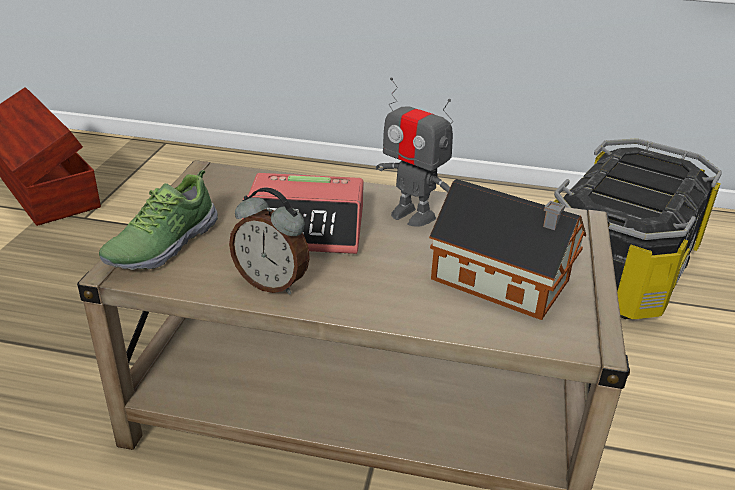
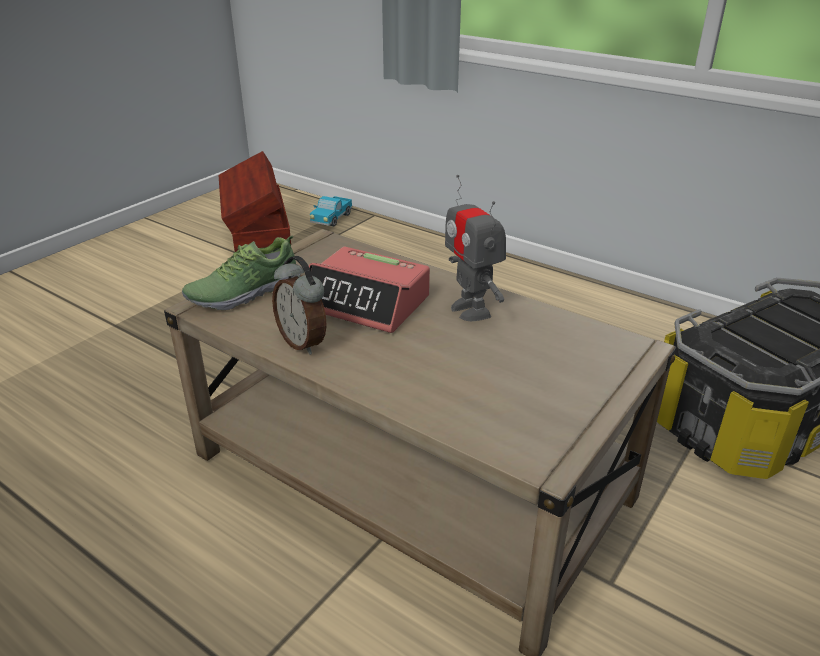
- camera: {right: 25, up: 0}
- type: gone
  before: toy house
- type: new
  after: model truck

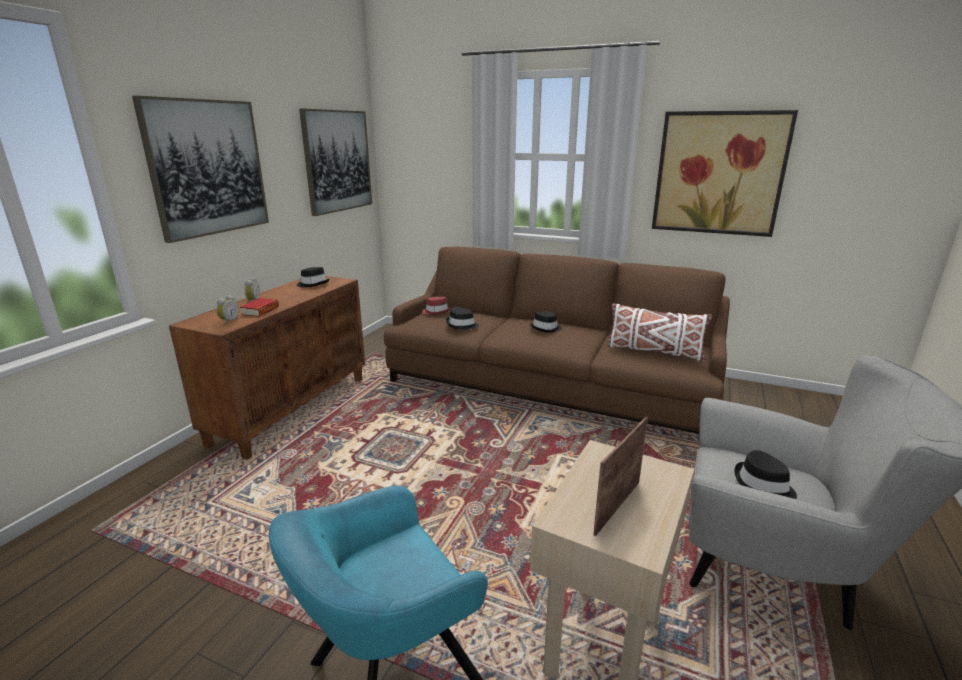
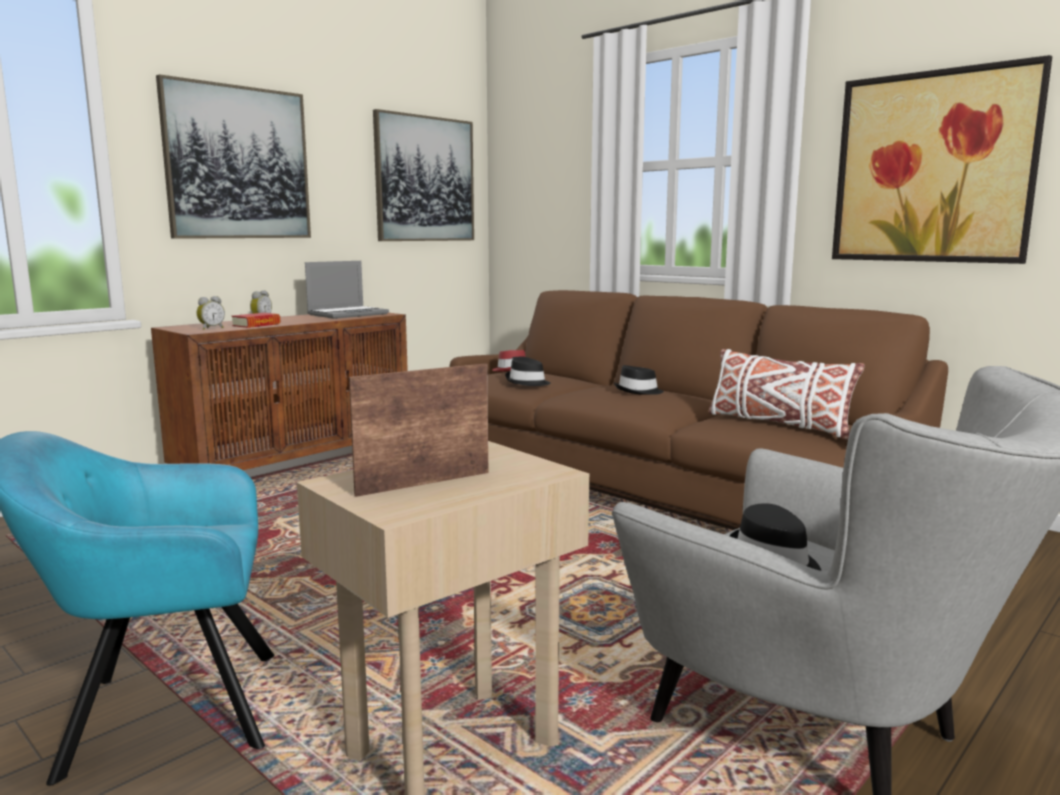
- camera: {right: 20, up: -10}
- type: swapped
  before: wearable hat/blackish (no. 1 from left)
  after: laptop

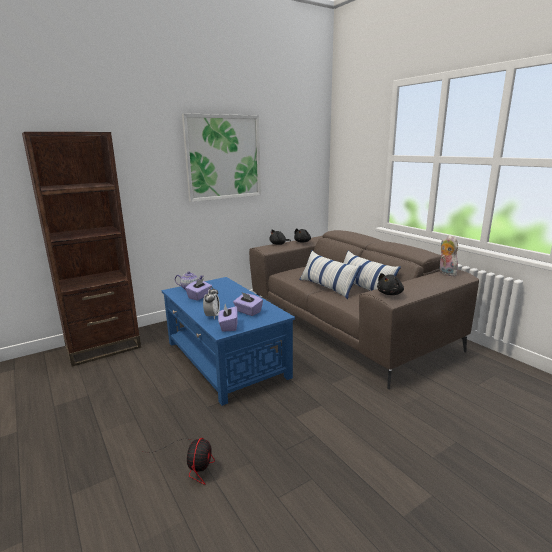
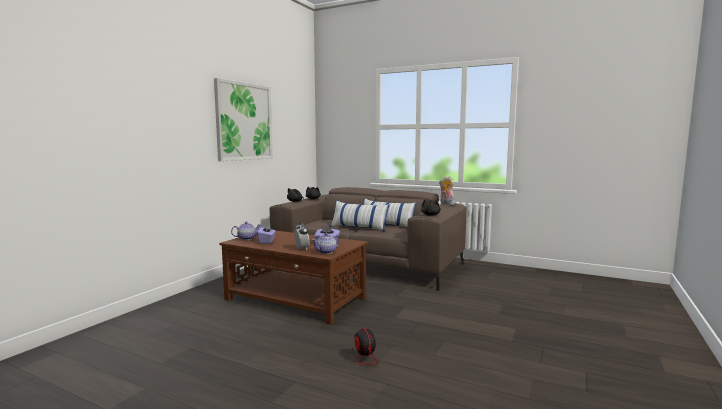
- camera: {right: -30, up: -10}
- type: gone
  before: shelving unit/brown
- type: repainted
  before: lounge table/blue
  after: lounge table/brown
- type: swapped
  before: tissue holder/purple-coloured (no. 2 from left)
  after: tea pot (no. 2 from left)

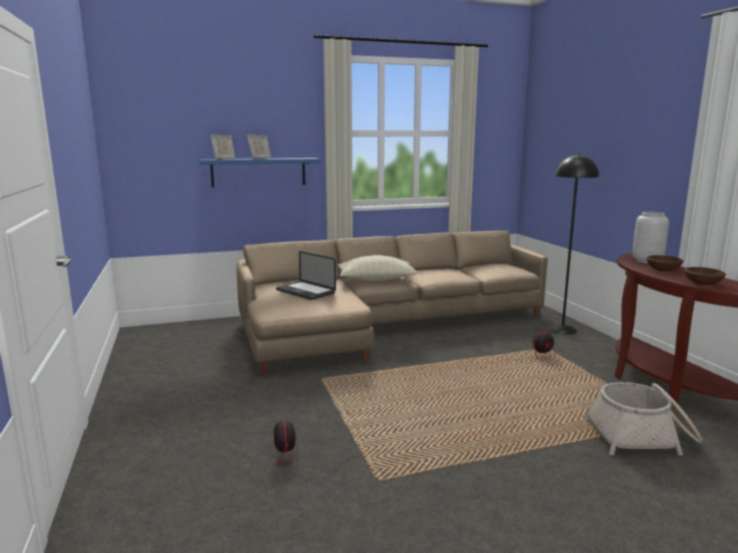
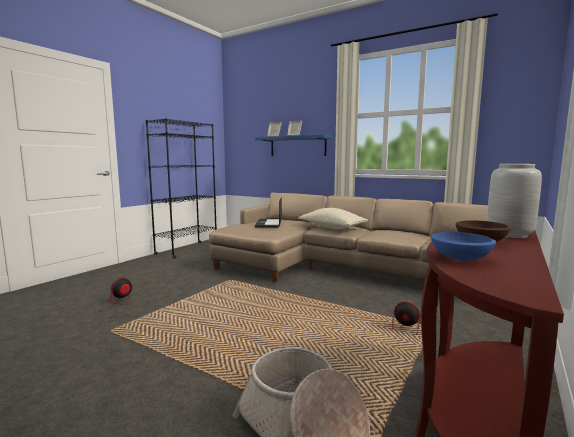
- camera: {right: 50, up: -5}
- type: gone
  before: standing lamp/blackish
- type: repainted
  before: bowl/brown (no. 2 from left)
  after: bowl/blue
- type: new
  after: shelving unit/blackish

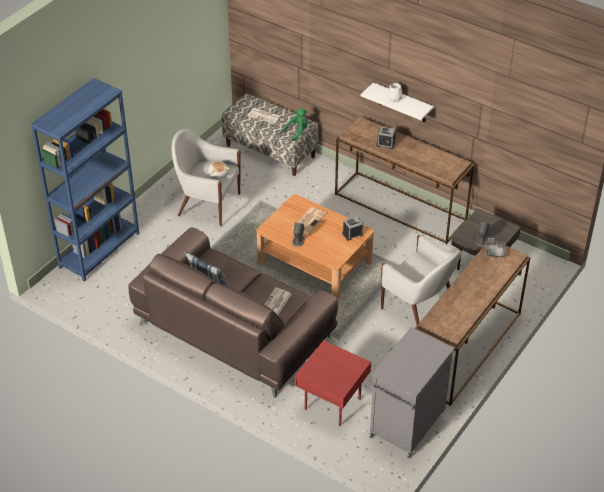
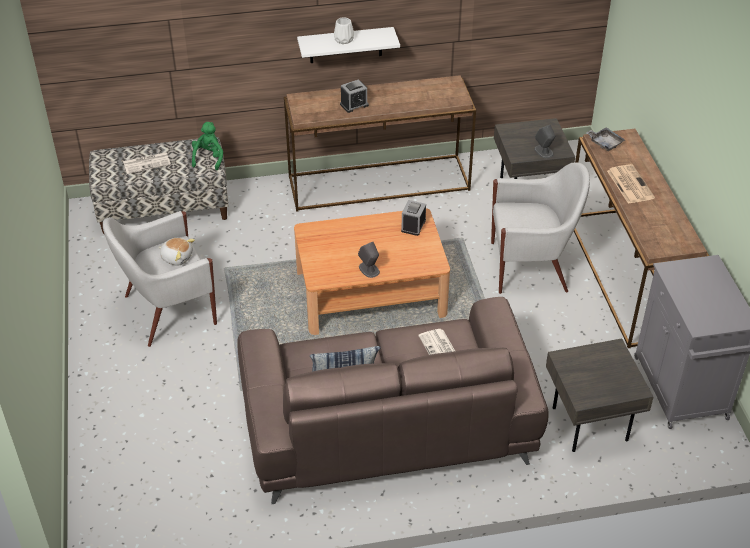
- camera: {right: -45, up: 0}
- type: gone
  before: shelving unit/blue
- type: shifted
  before: daily paper (no. 3 from left)
- type: repainted
  before: end table/red-coloured
  after: end table/grey (no. 2 from left)

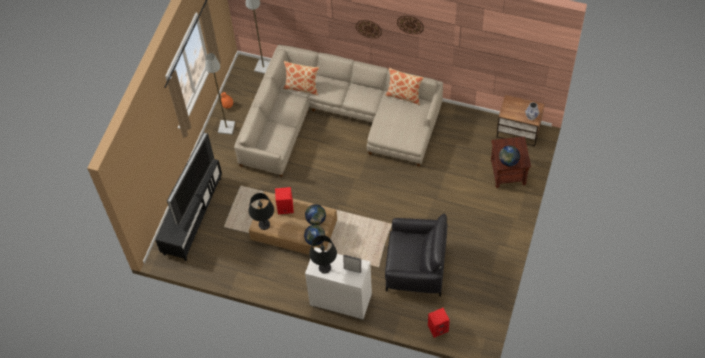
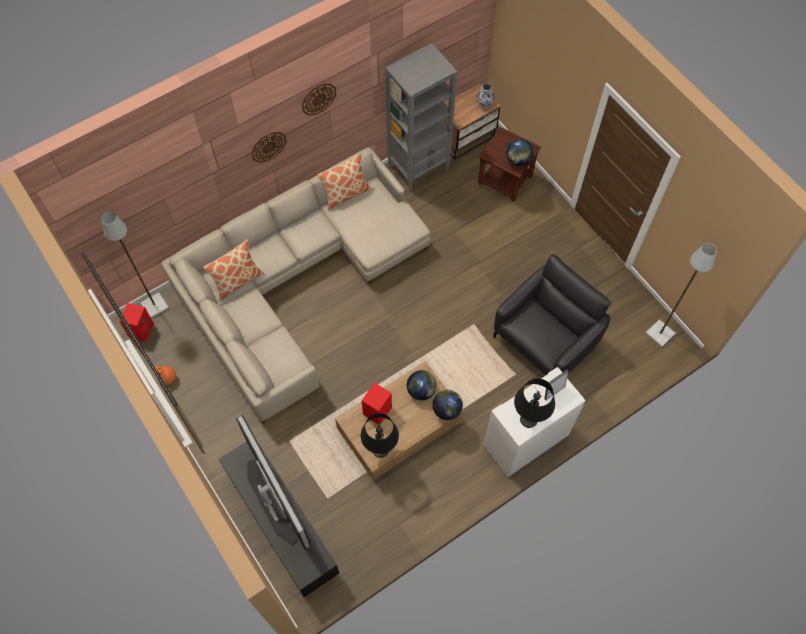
- camera: {right: -55, up: 5}
- type: shifted
  before: standing lamp/grey (no. 1 from left in the first image)
  after: standing lamp/grey (no. 2 from left)
- type: shifted
  before: audio speaker/red-coloured (no. 2 from left in the first image)
  after: audio speaker/red-coloured (no. 1 from left)
- type: new
  after: shelving unit/grey

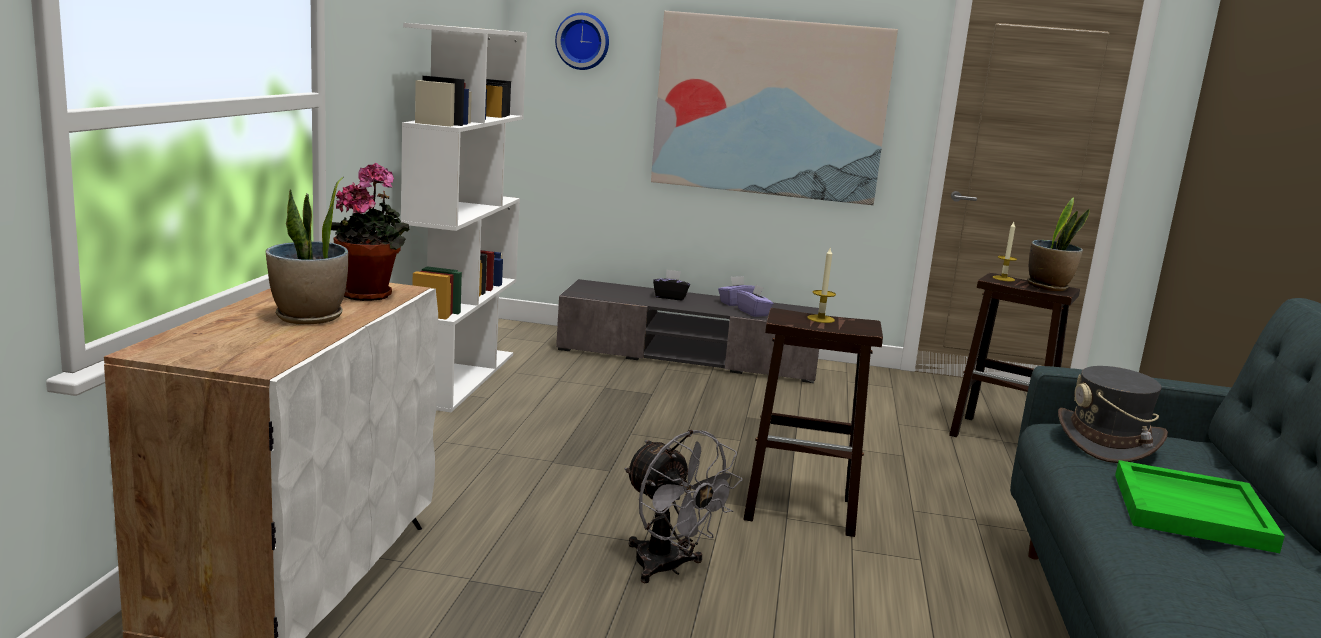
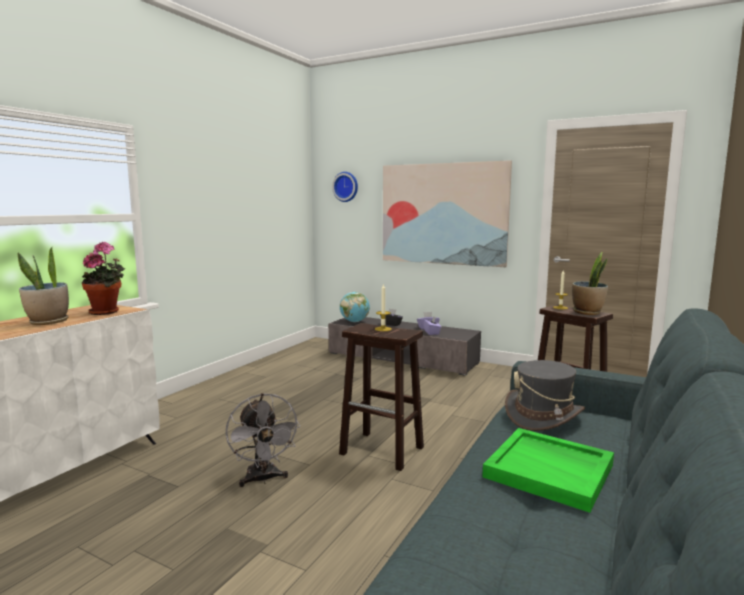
- camera: {right: 20, up: -5}
- type: gone
  before: shelving unit/whitish
- type: new
  after: desk globe

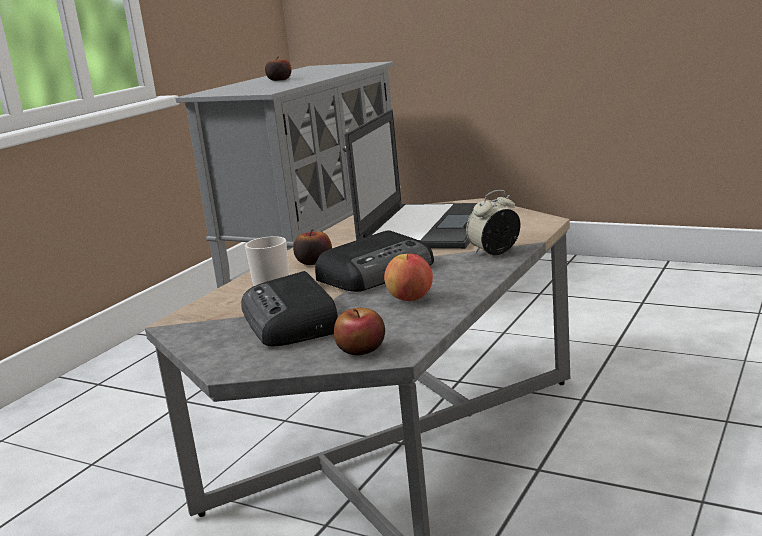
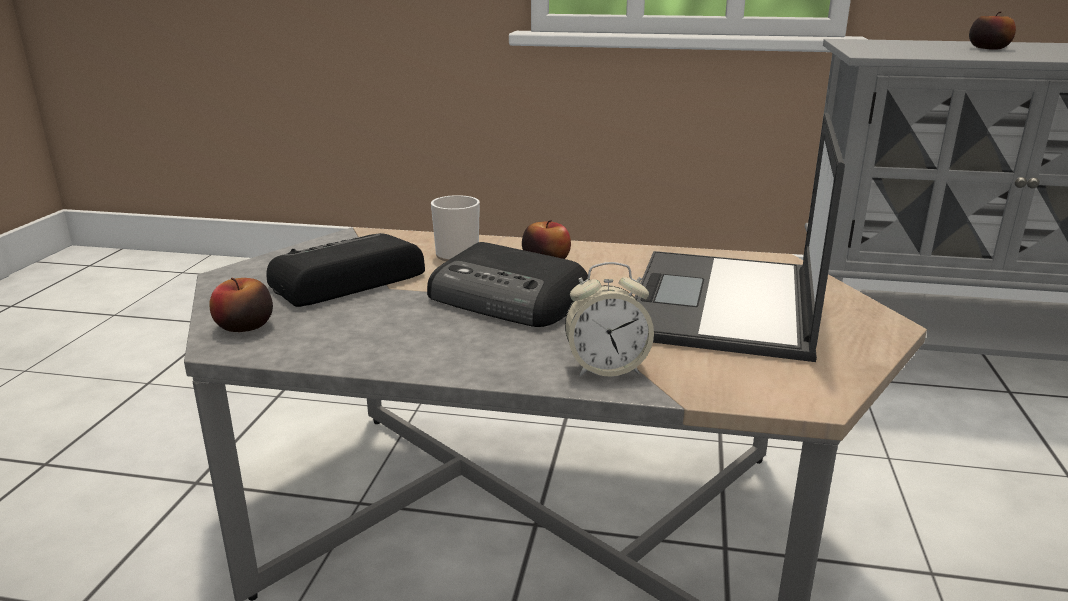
- camera: {right: 70, up: 5}
- type: rotated
  before: laptop
  turn: 105
- type: rotated
  before: alarm clock
  turn: 135
- type: gone
  before: apple (no. 4 from left)

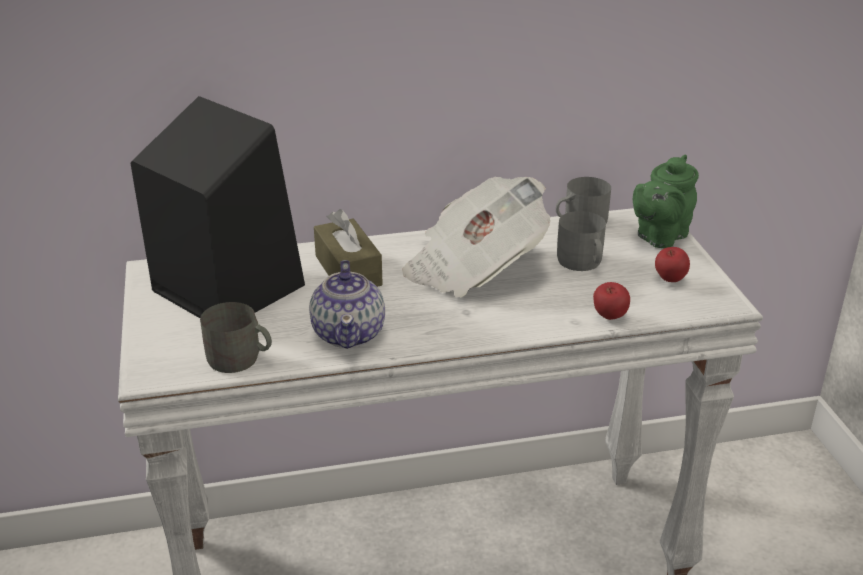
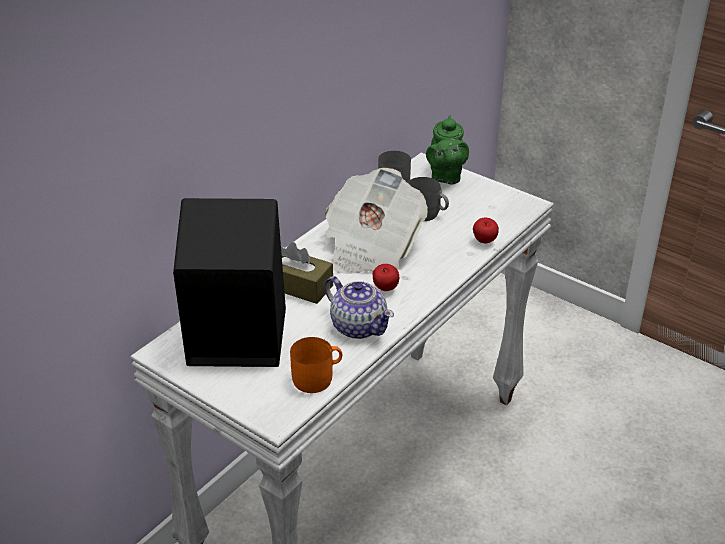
- camera: {right: -40, up: 5}
- type: shifted
  before: apple (no. 2 from left in the first image)
  after: apple (no. 1 from left)
- type: repainted
  before: tea mug/grey (no. 1 from left)
  after: tea mug/orangey

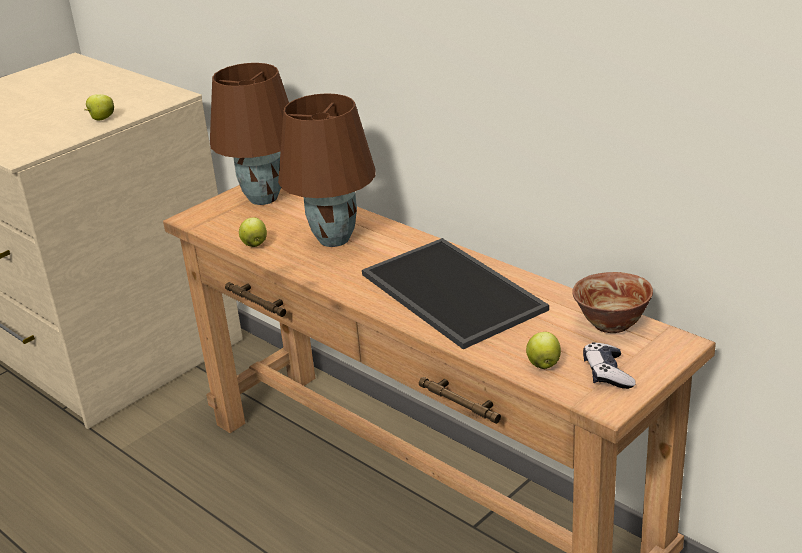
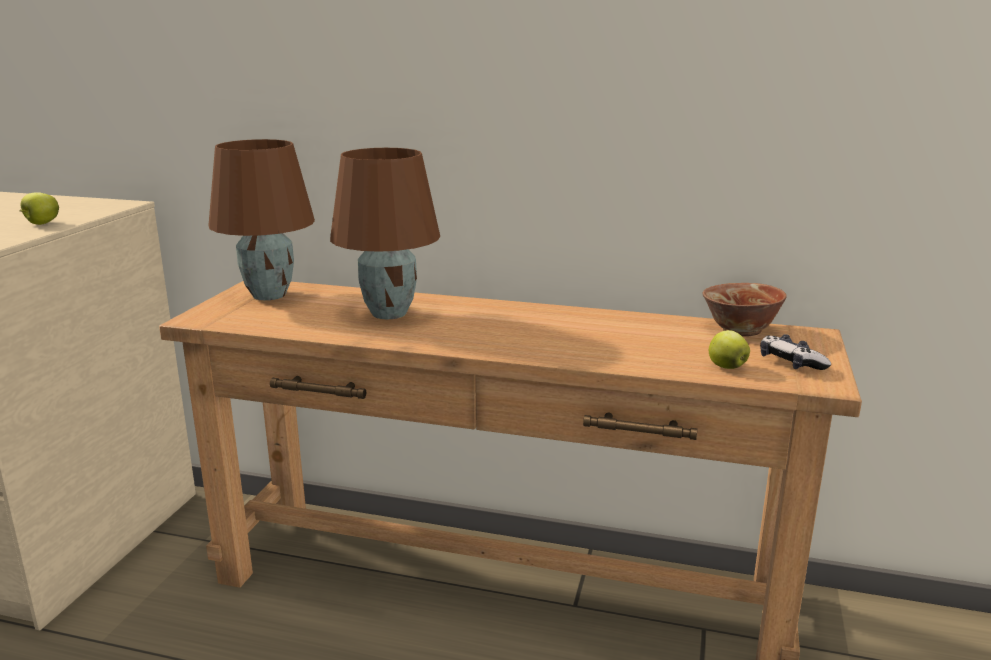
- camera: {right: -30, up: -10}
- type: gone
  before: apple (no. 2 from left)
- type: gone
  before: serving tray

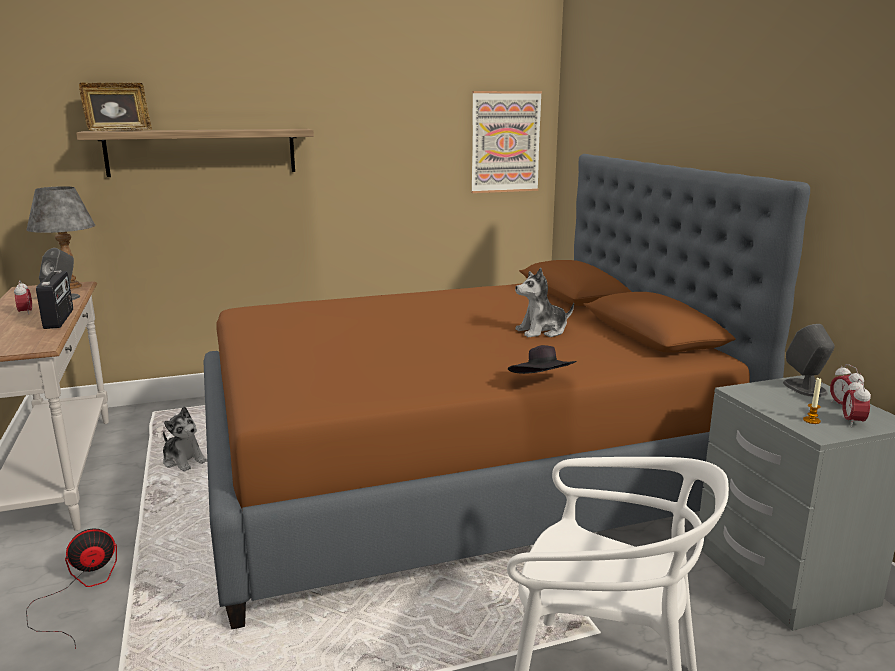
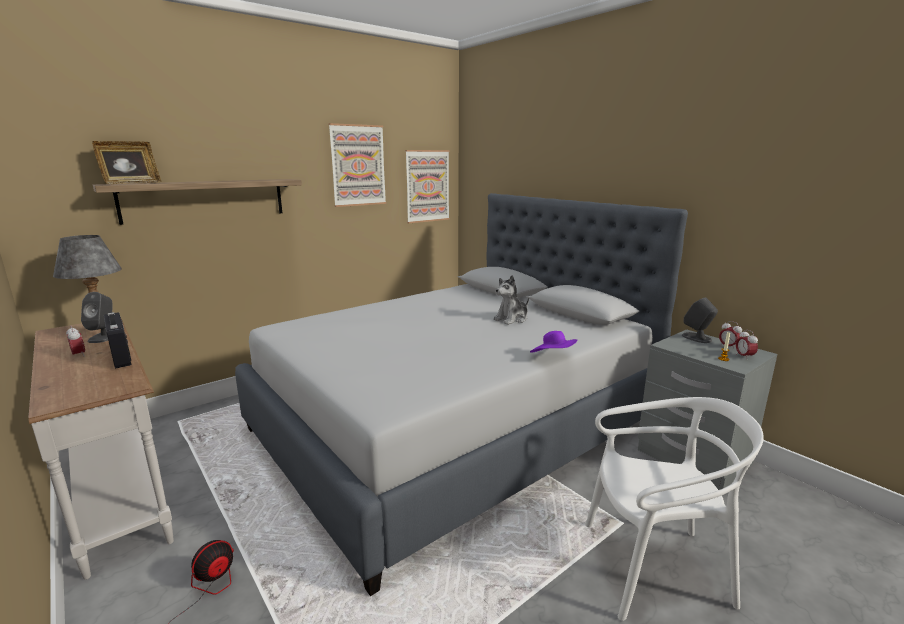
- camera: {right: -20, up: 0}
- type: repainted
  before: sleeping bed/brown
  after: sleeping bed/grey
- type: repainted
  before: wearable hat/blackish
  after: wearable hat/purple-coloured
- type: gone
  before: cuddly toy (no. 1 from left)
- type: new
  after: wall picture (no. 1 from left)

